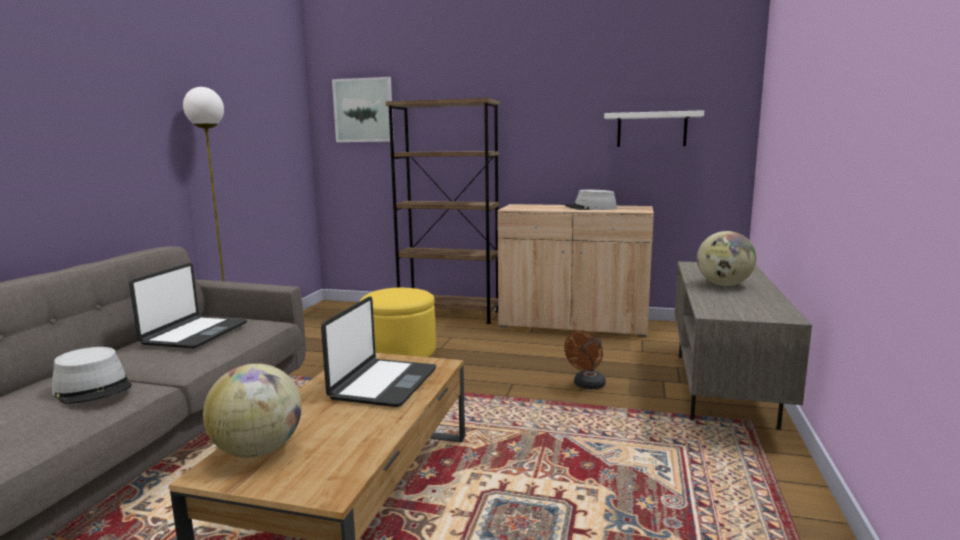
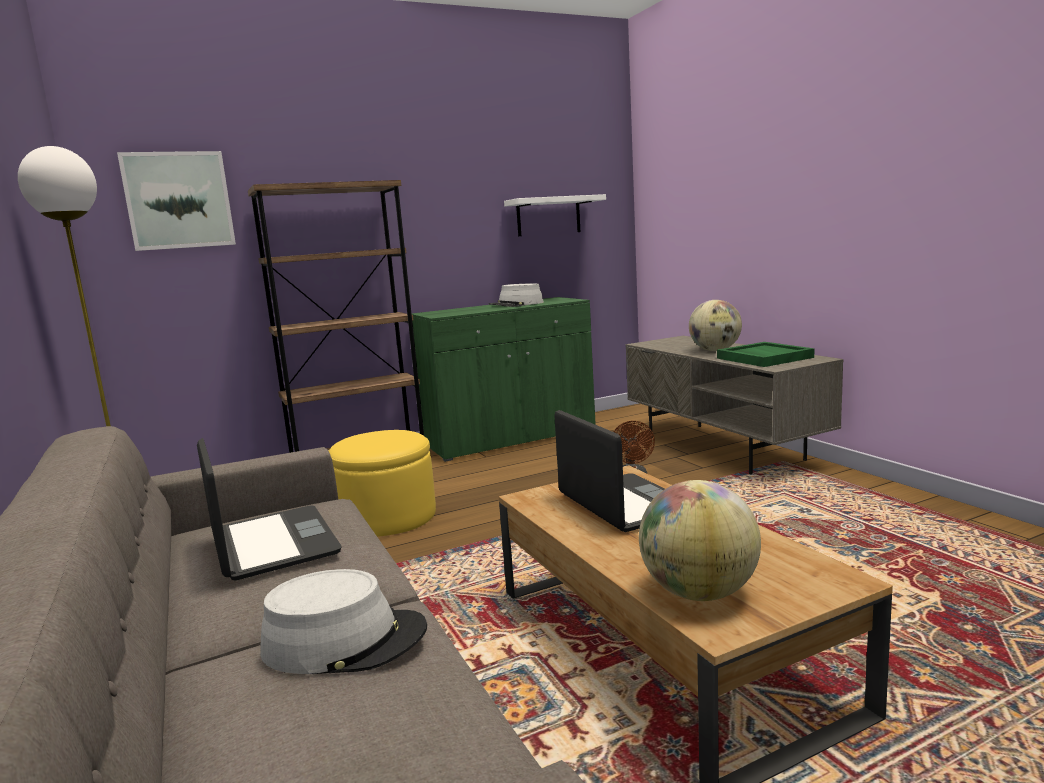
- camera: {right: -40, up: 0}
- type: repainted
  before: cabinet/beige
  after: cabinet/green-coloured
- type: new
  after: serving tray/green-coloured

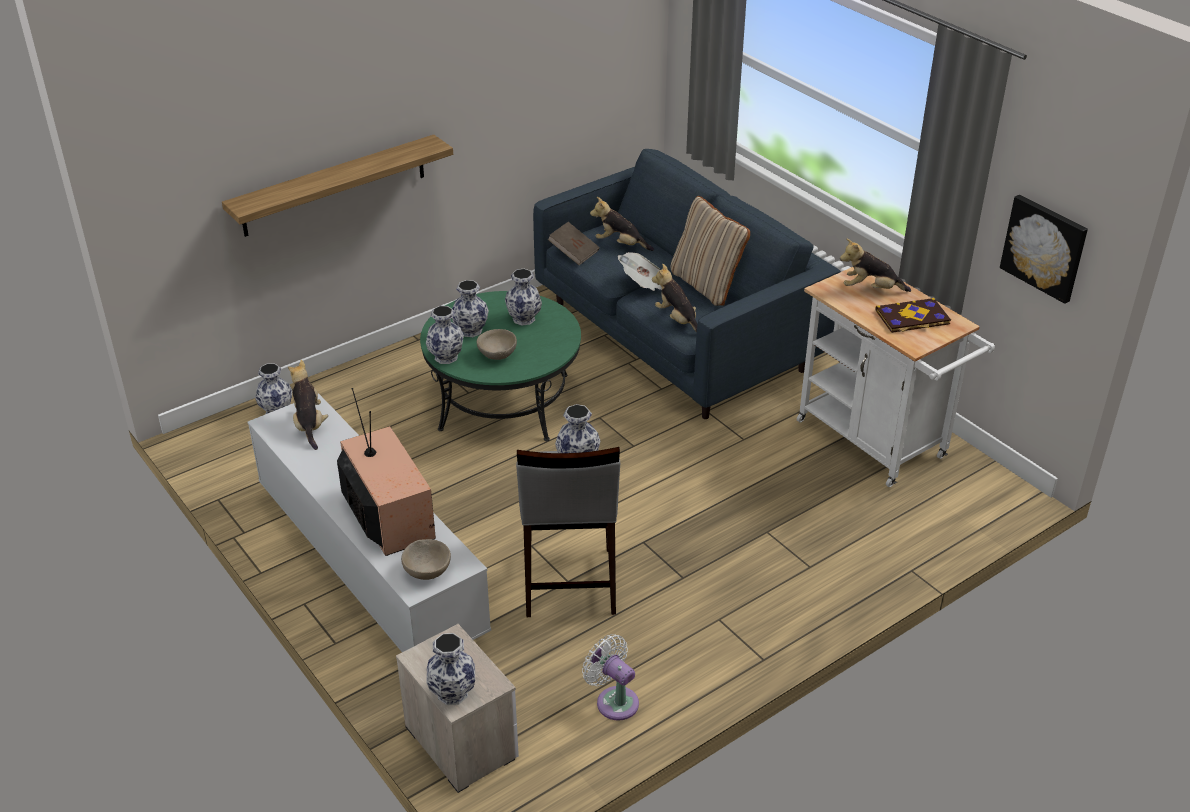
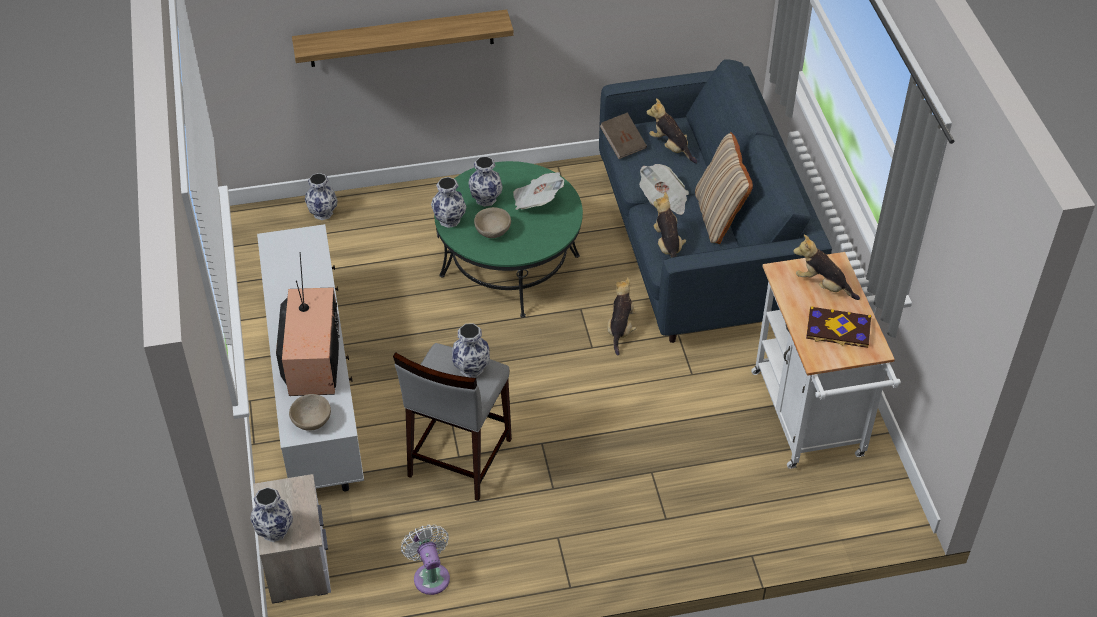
- camera: {right: 25, up: 10}
- type: gone
  before: wall picture
- type: swapped
  before: flower vase (no. 5 from left)
  after: daily paper (no. 1 from left)
- type: shifted
  before: cuddly toy (no. 1 from left)

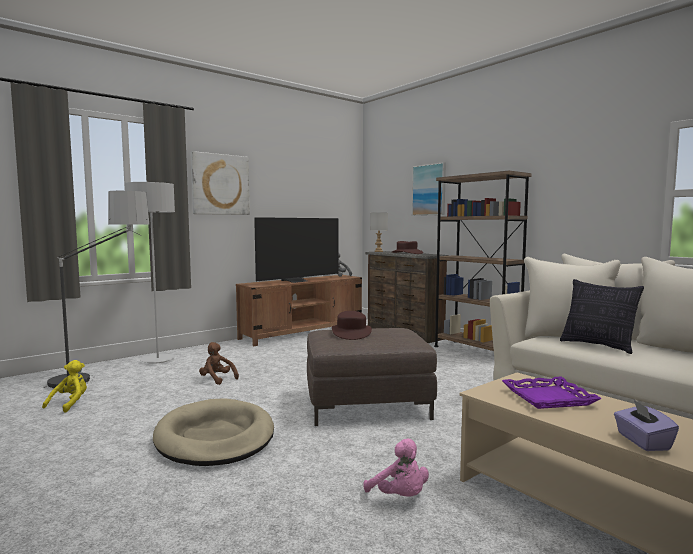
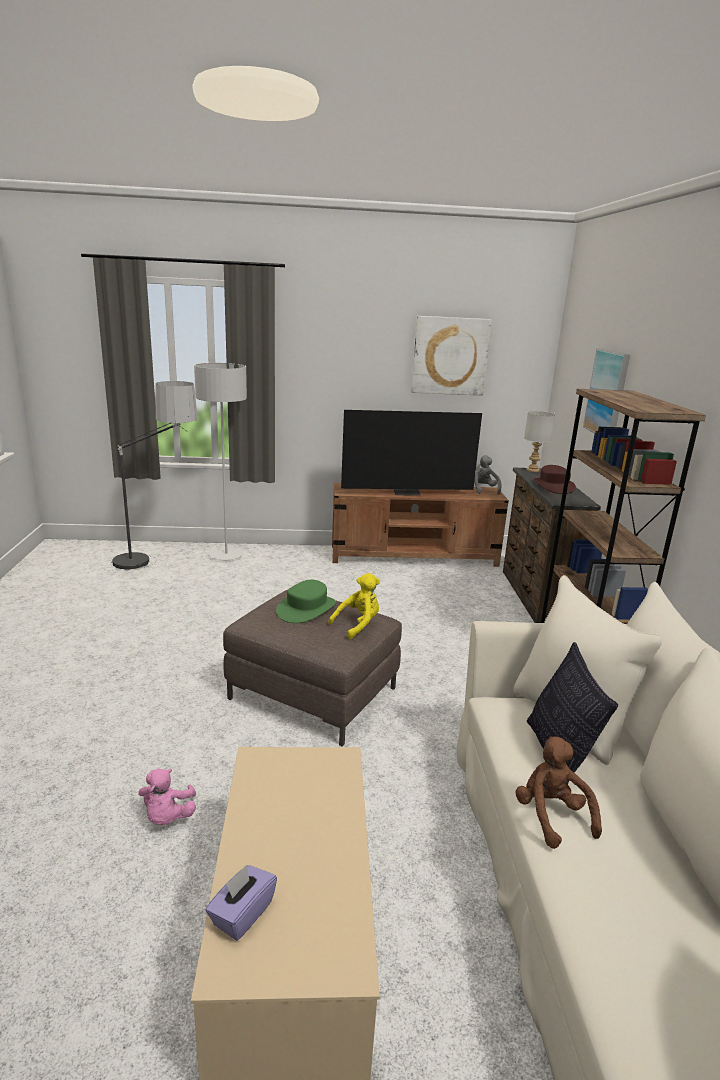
- camera: {right: 35, up: 15}
- type: shifted
  before: wall picture (no. 1 from left)
- type: repainted
  before: wearable hat/brown (no. 1 from left)
  after: wearable hat/green-coloured
- type: shifted
  before: cuddly toy/brown
- type: shifted
  before: cuddly toy/yellow-coloured
- type: gone
  before: serving tray/purple-coloured
- type: gone
  before: dog cushion/beige

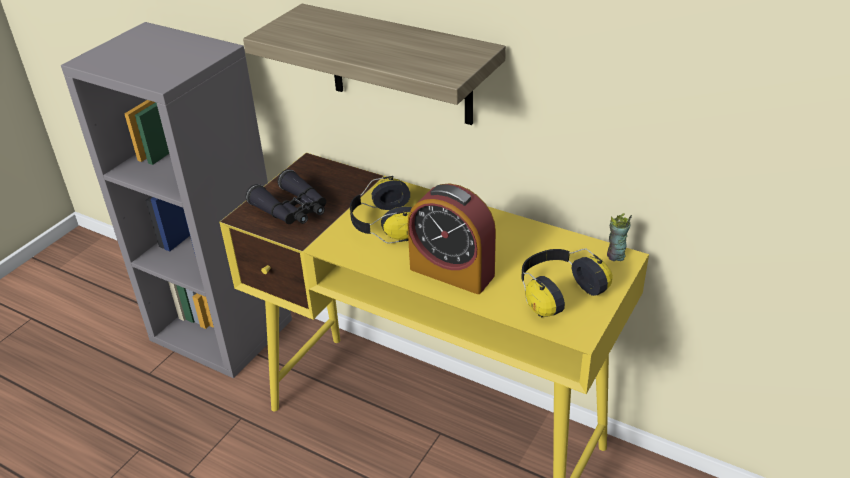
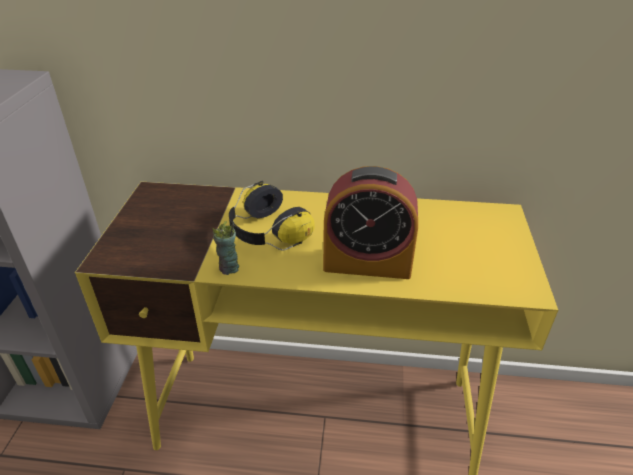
- camera: {right: -25, up: 0}
- type: gone
  before: bracket shelf
- type: gone
  before: pair of binoculars/blackish
- type: shifted
  before: small cup
- type: gone
  before: headset (no. 2 from left)

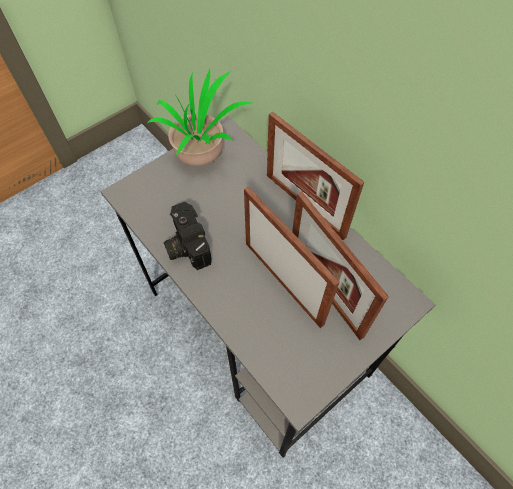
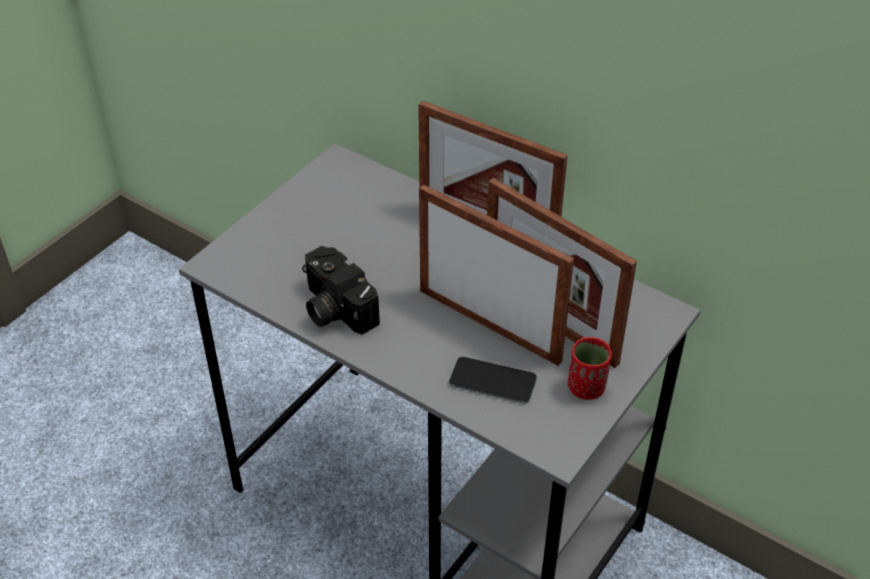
- camera: {right: -15, up: -15}
- type: gone
  before: houseplant
- type: new
  after: small cup/red-coloured
- type: new
  after: handset

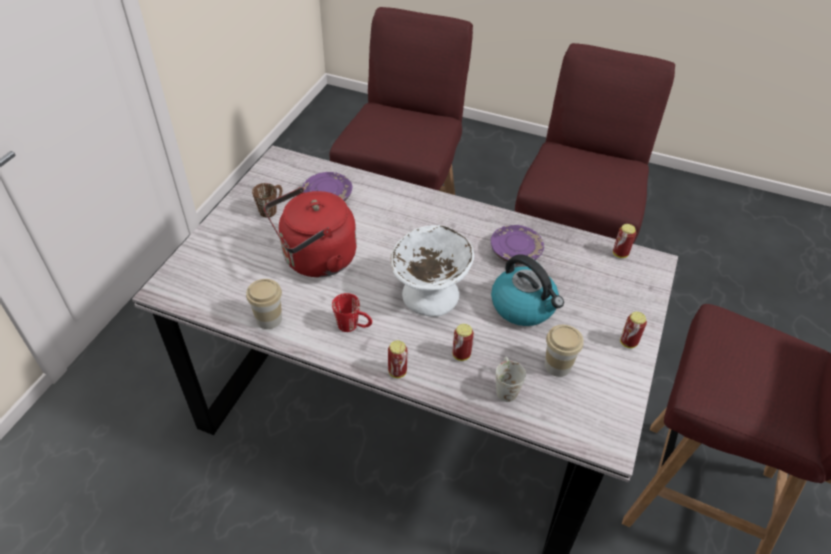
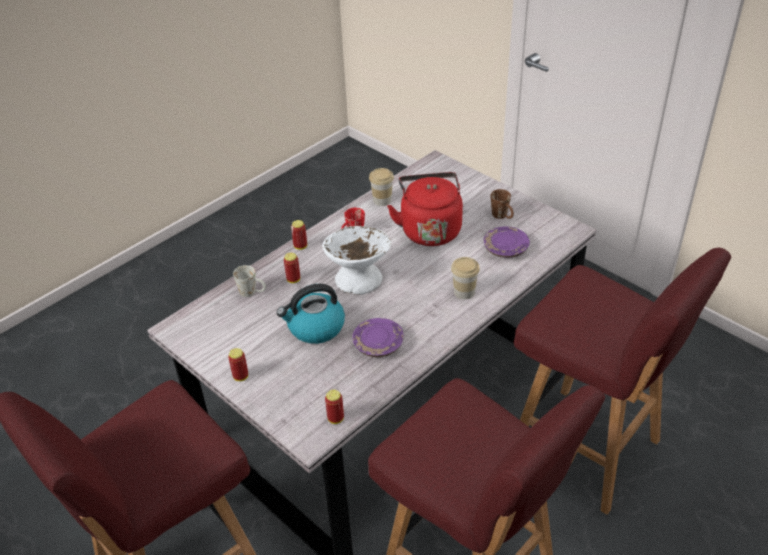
- camera: {right: 115, up: -5}
- type: shifted
  before: small cup (no. 2 from left)

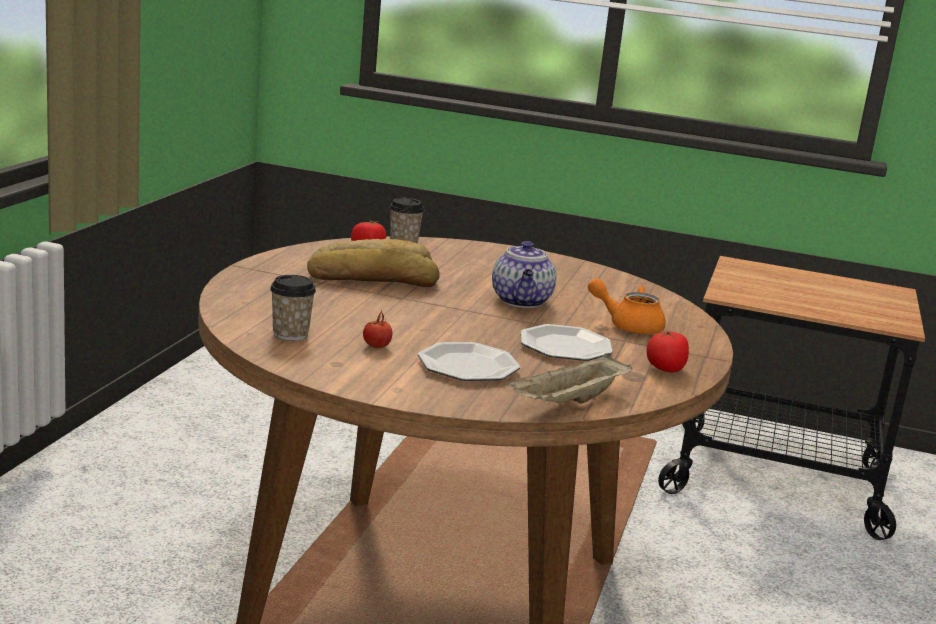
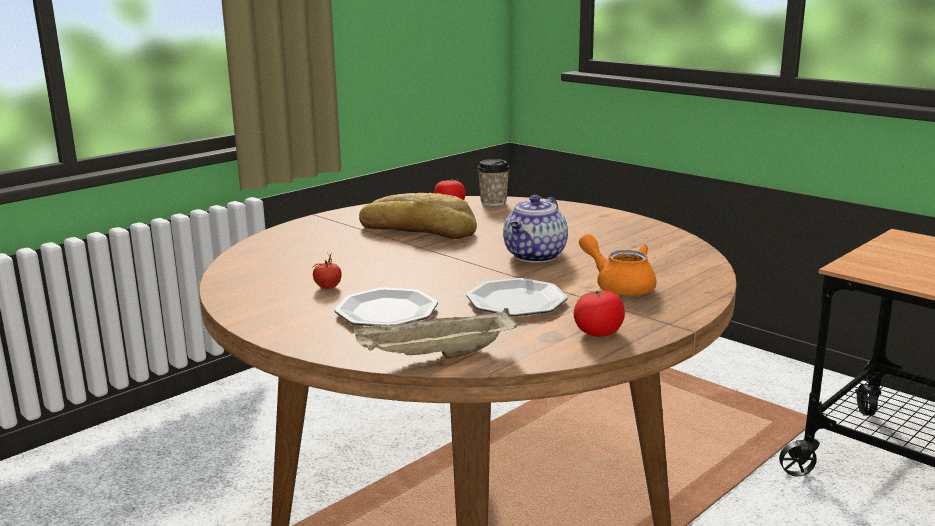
- camera: {right: 30, up: 0}
- type: gone
  before: small cup (no. 1 from left)

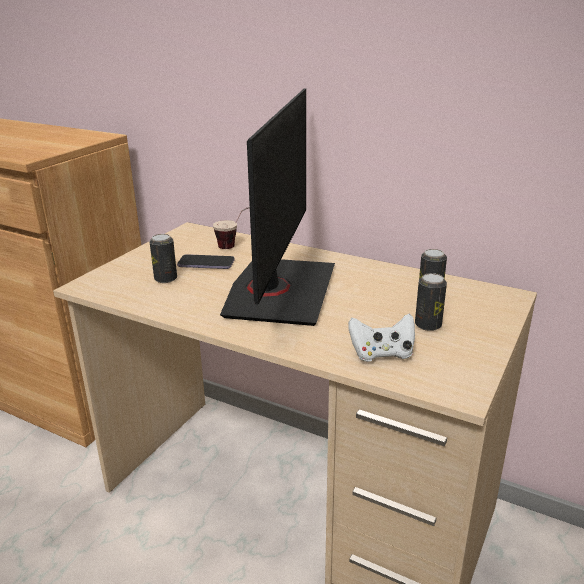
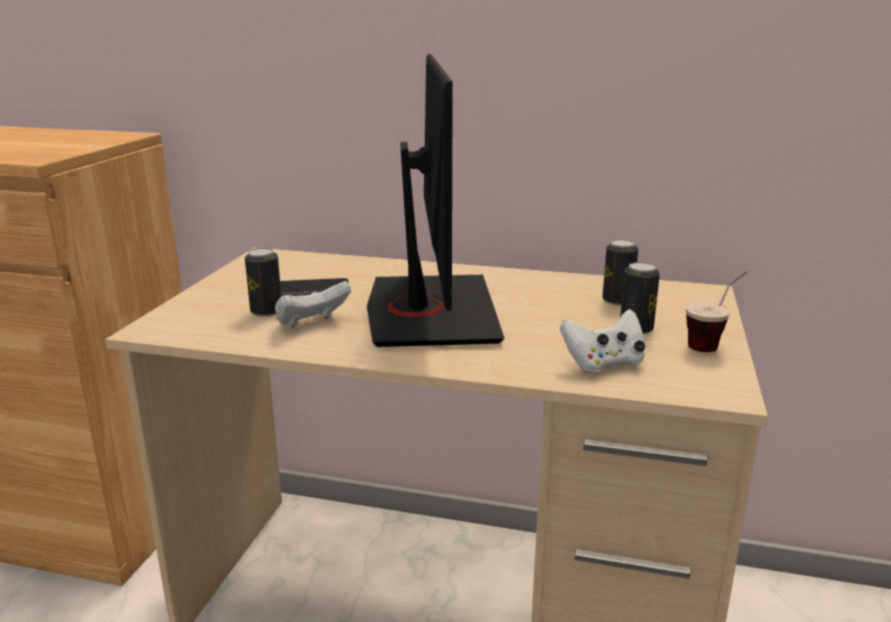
- camera: {right: -15, up: -5}
- type: shifted
  before: small cup
- type: new
  after: game controller/whitish (no. 1 from left)

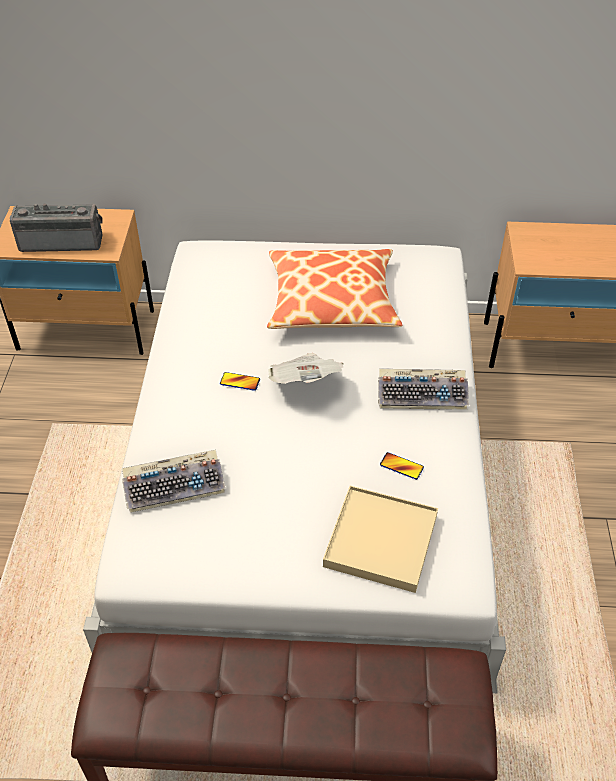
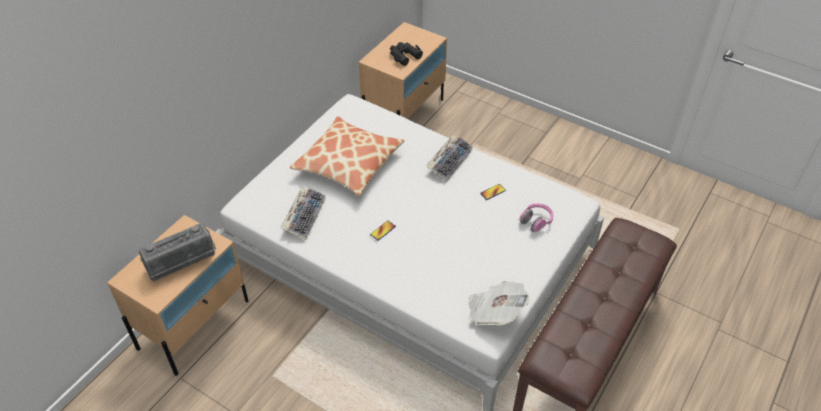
- camera: {right: -60, up: 0}
- type: rotated
  before: radio receiver
  turn: -150
- type: shifted
  before: daily paper
- type: shifted
  before: PC keyboard (no. 1 from left)
- type: swapped
  before: serving tray/beige
  after: headset/pink
- type: new
  after: pair of binoculars/blackish

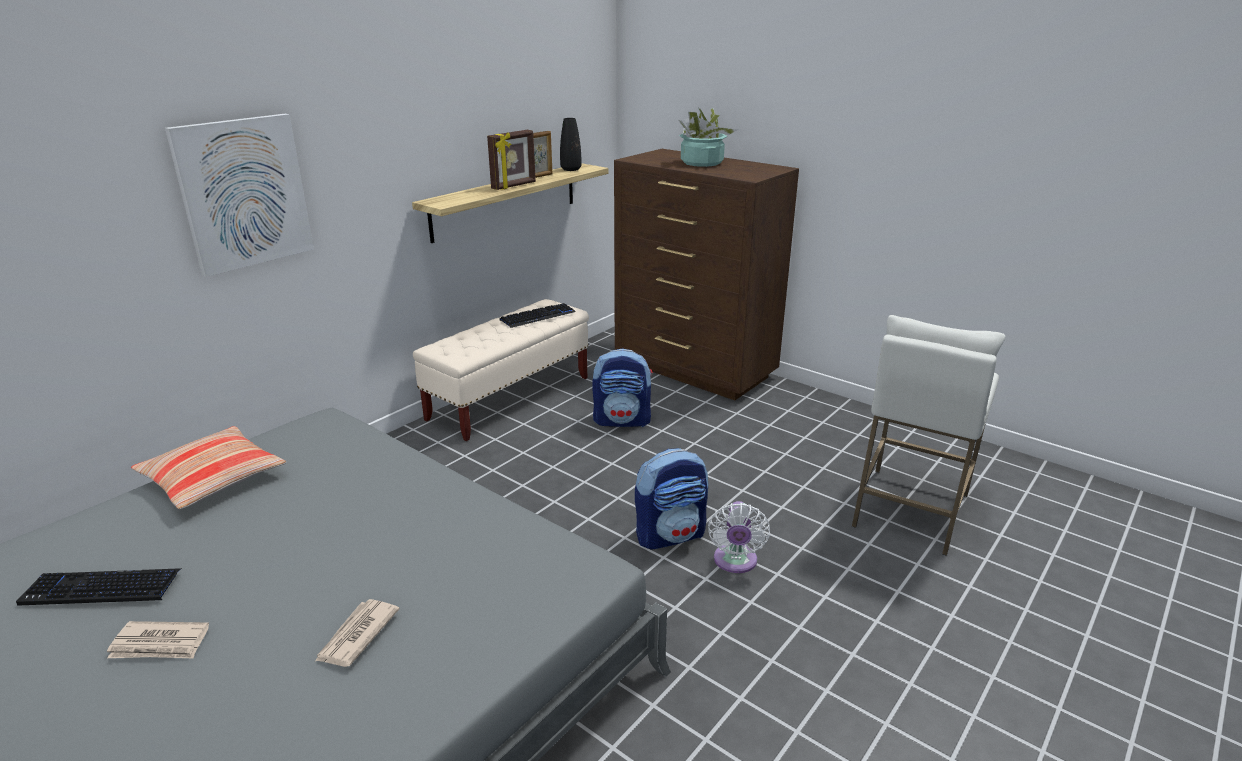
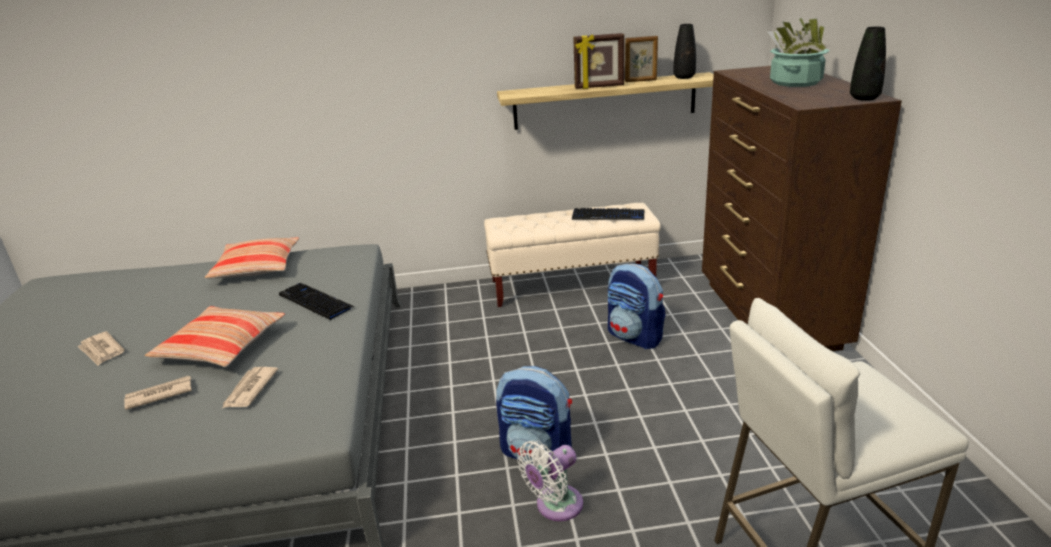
- camera: {right: 45, up: 0}
- type: gone
  before: wall picture
- type: shifted
  before: PC keyboard (no. 1 from left)
- type: new
  after: flower vase/blackish (no. 2 from left)
- type: new
  after: throw pillow (no. 1 from left)
- type: new
  after: daily paper (no. 3 from left)

